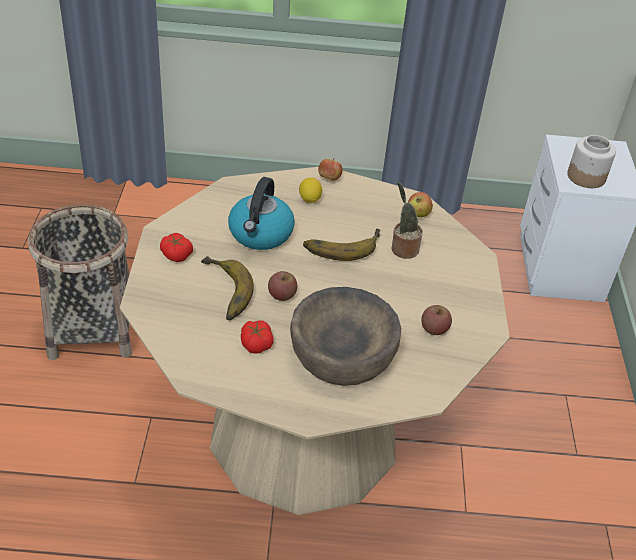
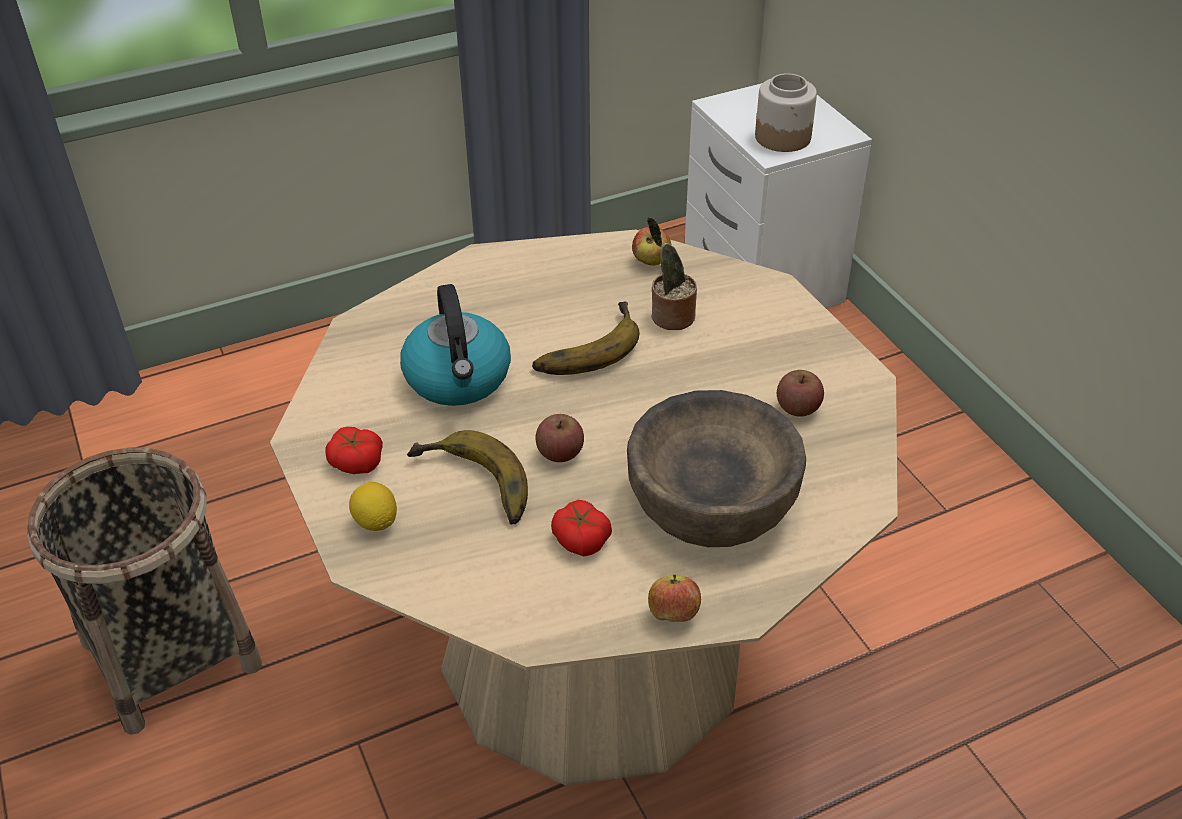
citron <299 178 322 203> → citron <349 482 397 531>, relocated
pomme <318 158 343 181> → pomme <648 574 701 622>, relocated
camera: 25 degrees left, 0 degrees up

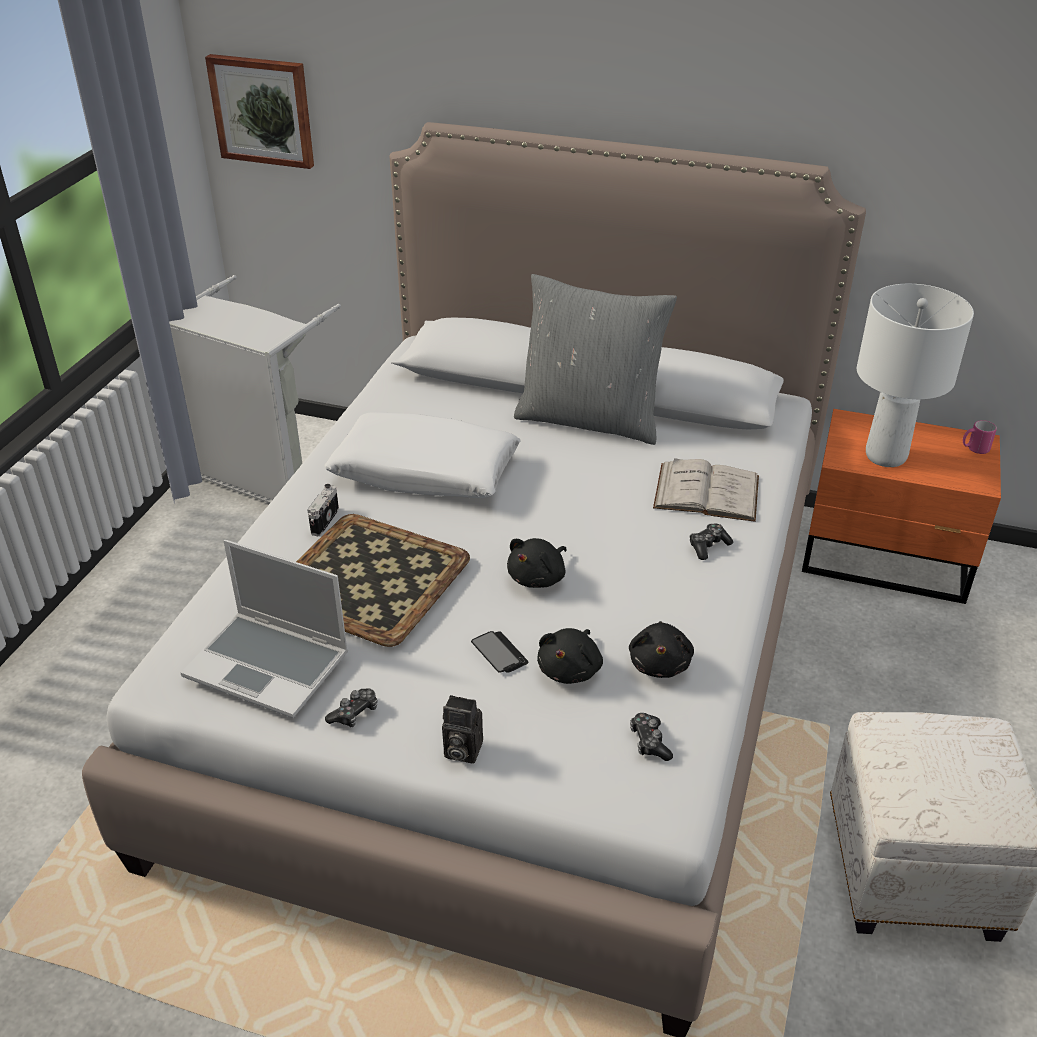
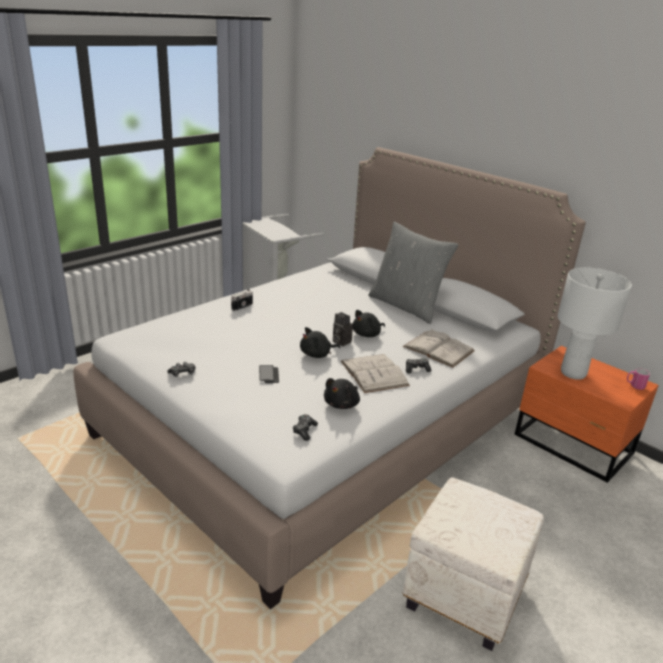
appareil photo <442 695 483 764> → appareil photo <333 312 353 346>, relocated
- → livre (blanc) <341 354 410 393>
peluche (noir) <537 628 603 684> → peluche (noir) <353 310 385 337>, relocated
ordinateur portable <181 540 348 718> → -
tableau <205 54 314 169> → -
plateau <296 514 470 647> → -
coussin (blanc) <324 412 521 498> → -
camera: 25 degrees right, 10 degrees down

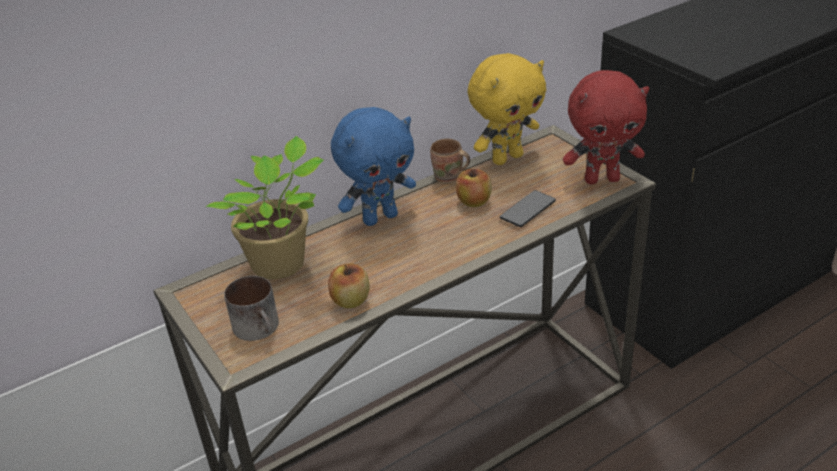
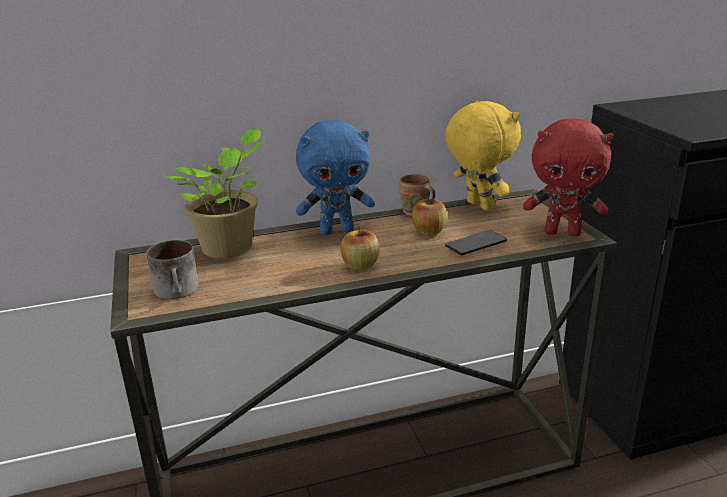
pomme <328 264 370 308> → pomme <341 227 379 270>, relocated
peluche (jaune) <468 53 546 165> → peluche (jaune) <445 101 521 211>, 105 degrees counterclockwise
camera: 15 degrees right, 10 degrees down

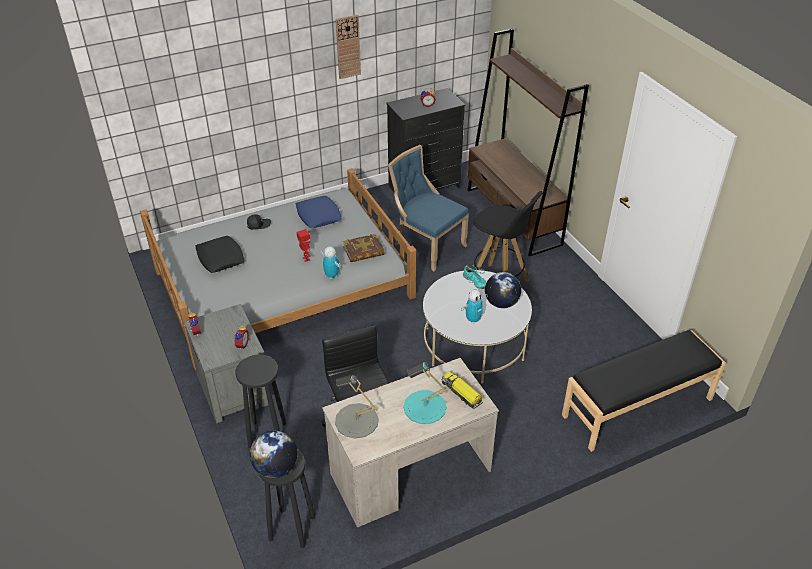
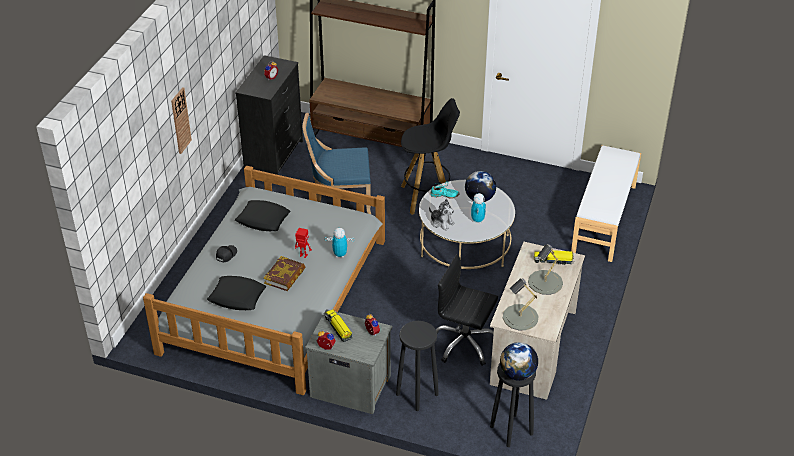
horloge murale <336 15 361 79> → horloge murale <171 87 192 154>, relocated
coussin (bleu) <296 196 342 228> → coussin (noir) <235 200 290 231>
livre <343 234 385 262> → livre <264 256 305 291>, relocated
- → camion jouet <325 309 352 342>
- → peluche <429 199 455 231>
lampe de table (turquoise) <403 361 447 424> → lampe de table (gris) <528 244 563 295>
banc (noir) <562 330 726 452> → banc (blanc) <571 145 641 262>
camera: 45 degrees left, 0 degrees up

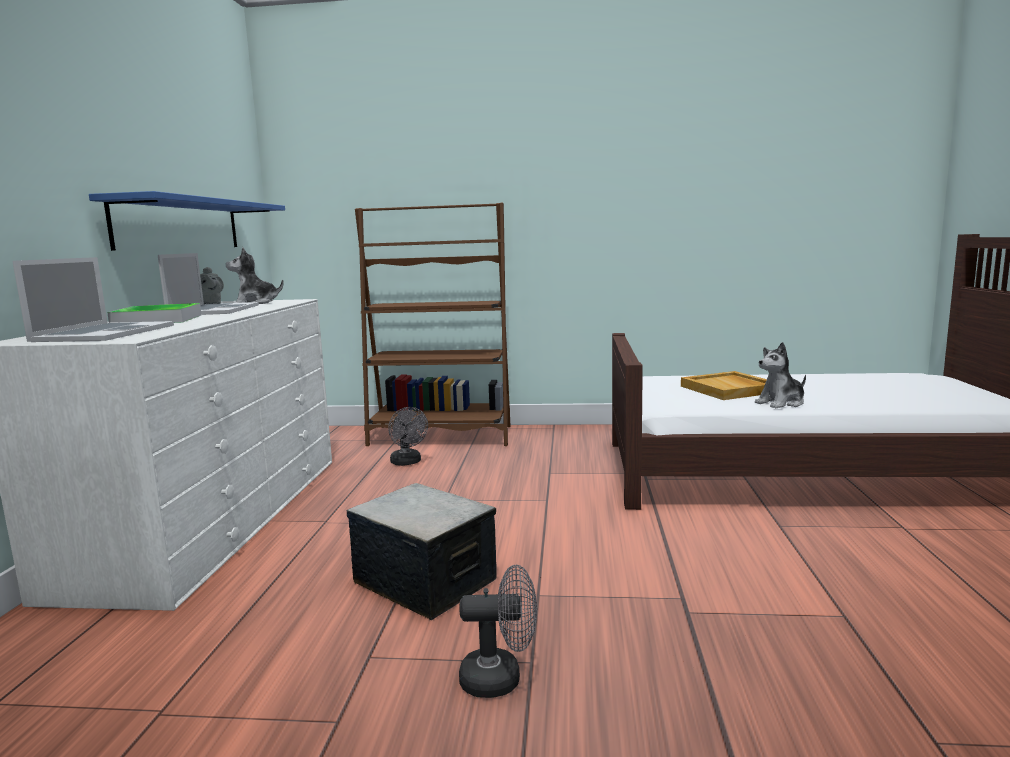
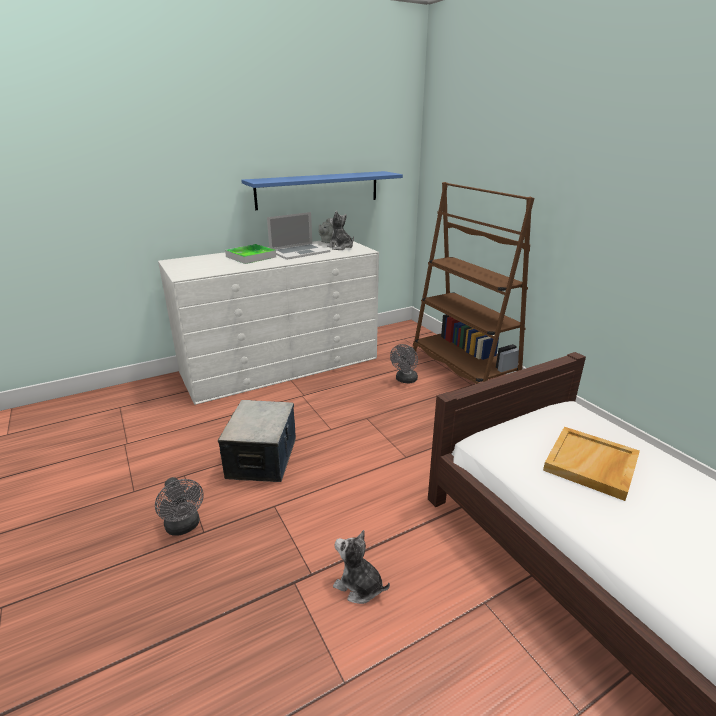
peluche <755 342 806 408> → peluche <333 530 390 604>, relocated
ordinateur portable <13 257 174 342> → -
camera: 55 degrees right, 15 degrees up

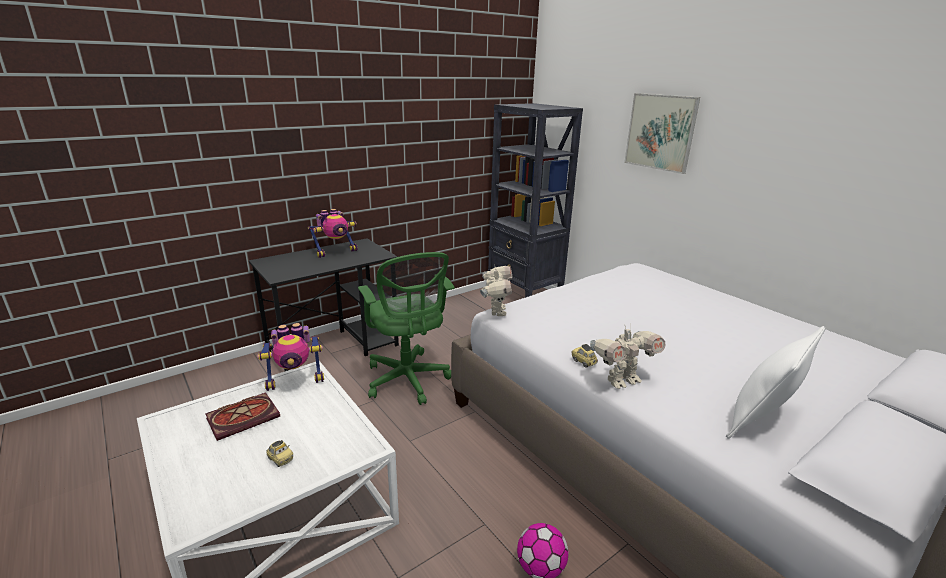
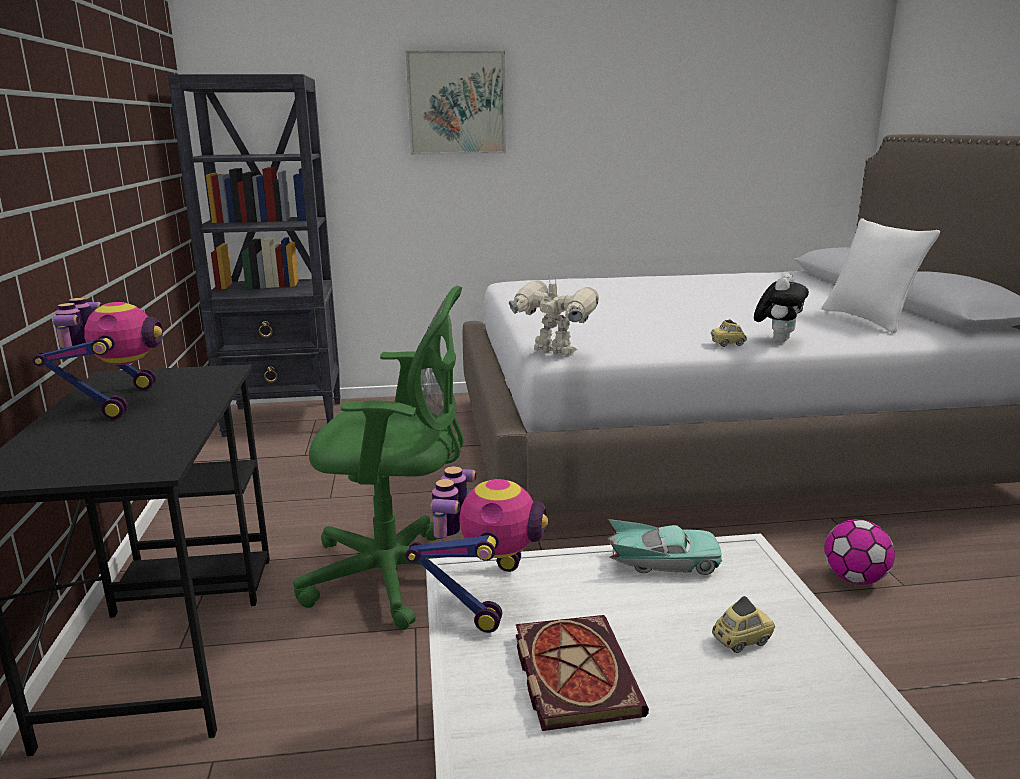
- → petite voiture (turquoise) <607 519 722 575>
robot jouet <590 323 666 389> → peluche <754 274 809 342>
camera: 60 degrees left, 5 degrees down

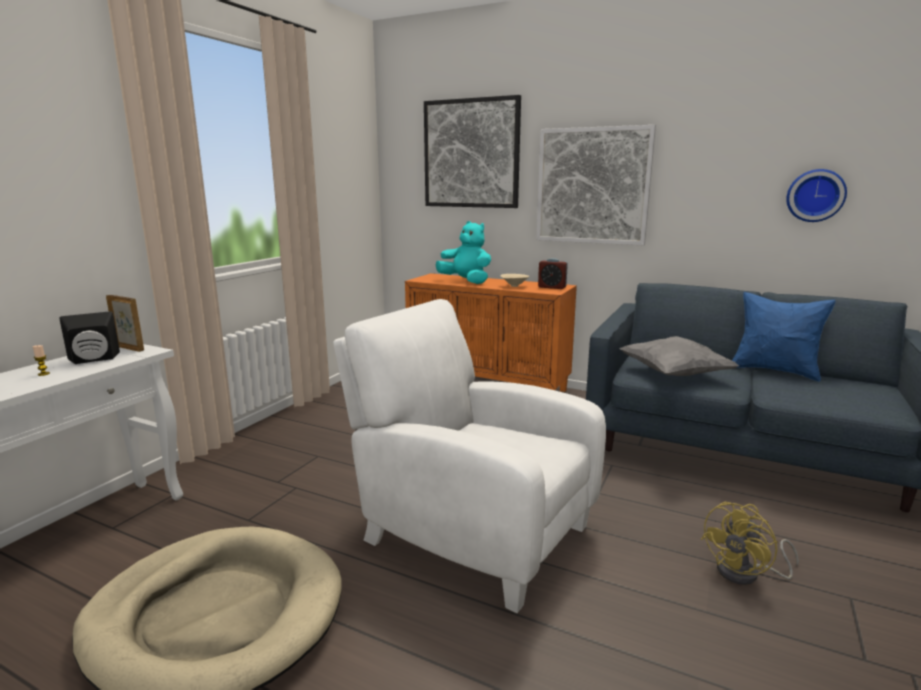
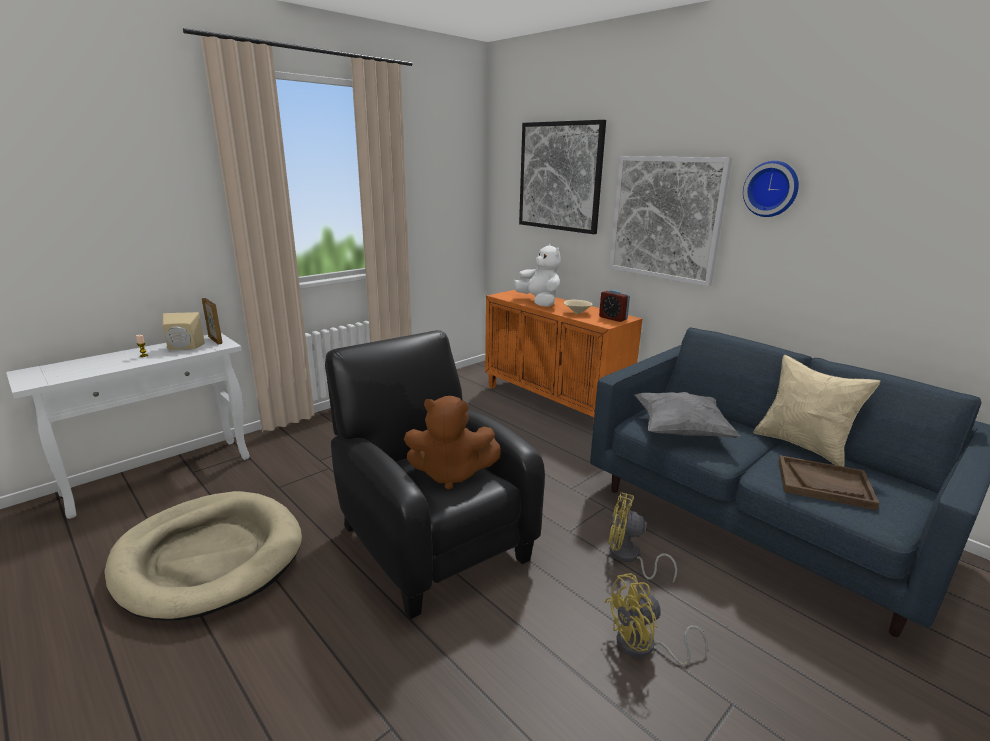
enceinte (noir) <59 311 120 364> → enceinte (beige) <162 312 205 350>
fauteuil (blanc) <333 299 606 613> → fauteuil (noir) <325 330 545 619>
- → peluche (marron) <404 396 501 490>
peluche (turquoise) <436 221 491 284> → peluche (blanc) <513 244 561 307>
- → ventilateur (jaune) <608 492 677 582>
horloge murale <786 169 847 222> → horloge murale <743 161 799 217>, relocated
coussin (bleu) <732 292 836 382> → coussin (beige) <753 355 881 467>
- → plateau (marron) <778 455 879 510>
camera: 20 degrees right, 5 degrees up

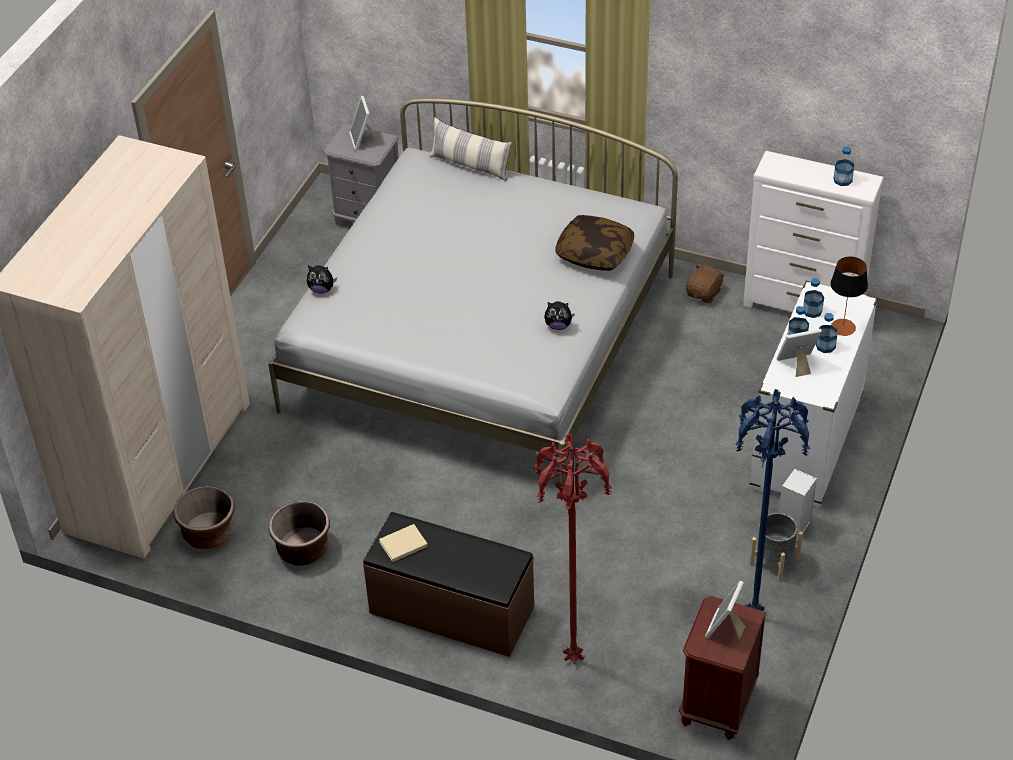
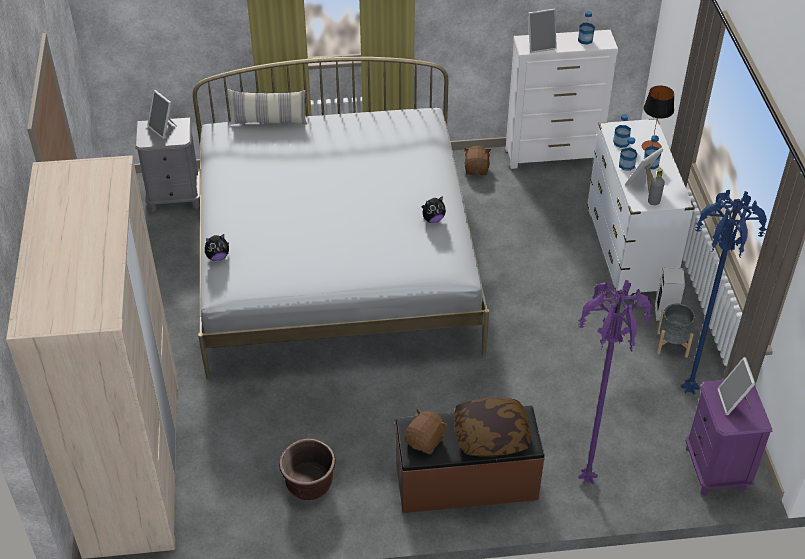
livre (beige) <379 524 428 562> → peluche (marron) <405 409 447 454>
coussin <555 215 634 271> → coussin <454 398 531 457>, relocated
- → cadre photo <528 9 557 53>
lampadaire (rouge) <535 434 612 665> → lampadaire (violet) <578 279 652 484>
- → bouteille (gris) <648 169 665 205>
table de chevet (marron) <679 596 766 740> → table de chevet (violet) <685 380 772 496>
cache-pot (marron) <174 486 235 549> → -
camera: 30 degrees left, 0 degrees up

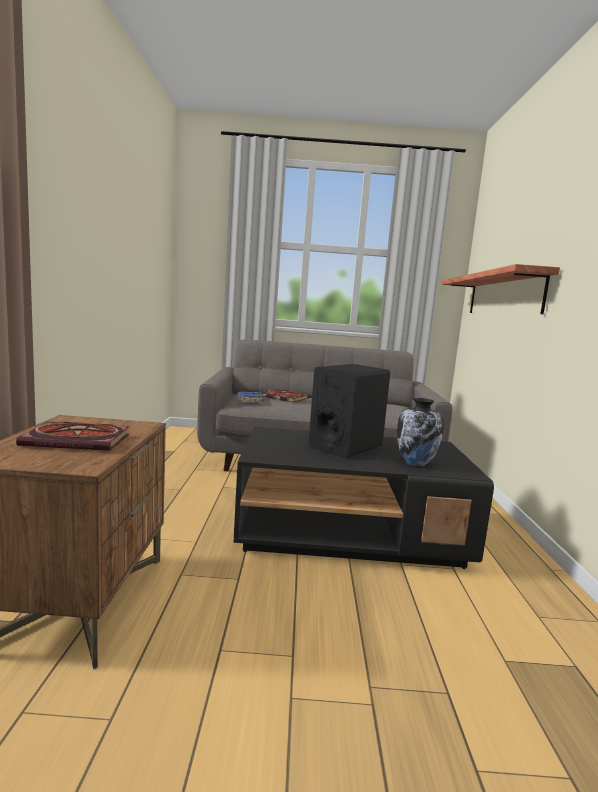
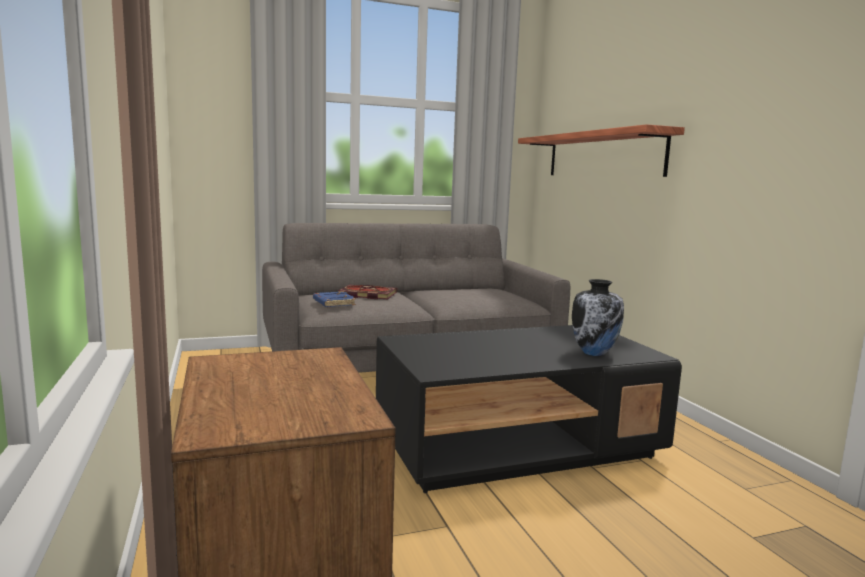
livre <16 422 129 451> → -
enceinte (noir) <308 364 390 458> → -
camera: 20 degrees left, 0 degrees up

